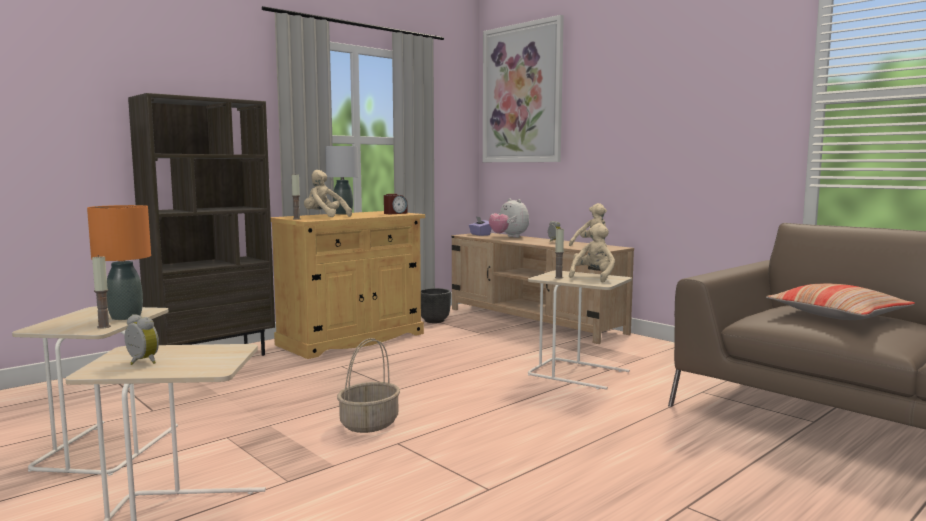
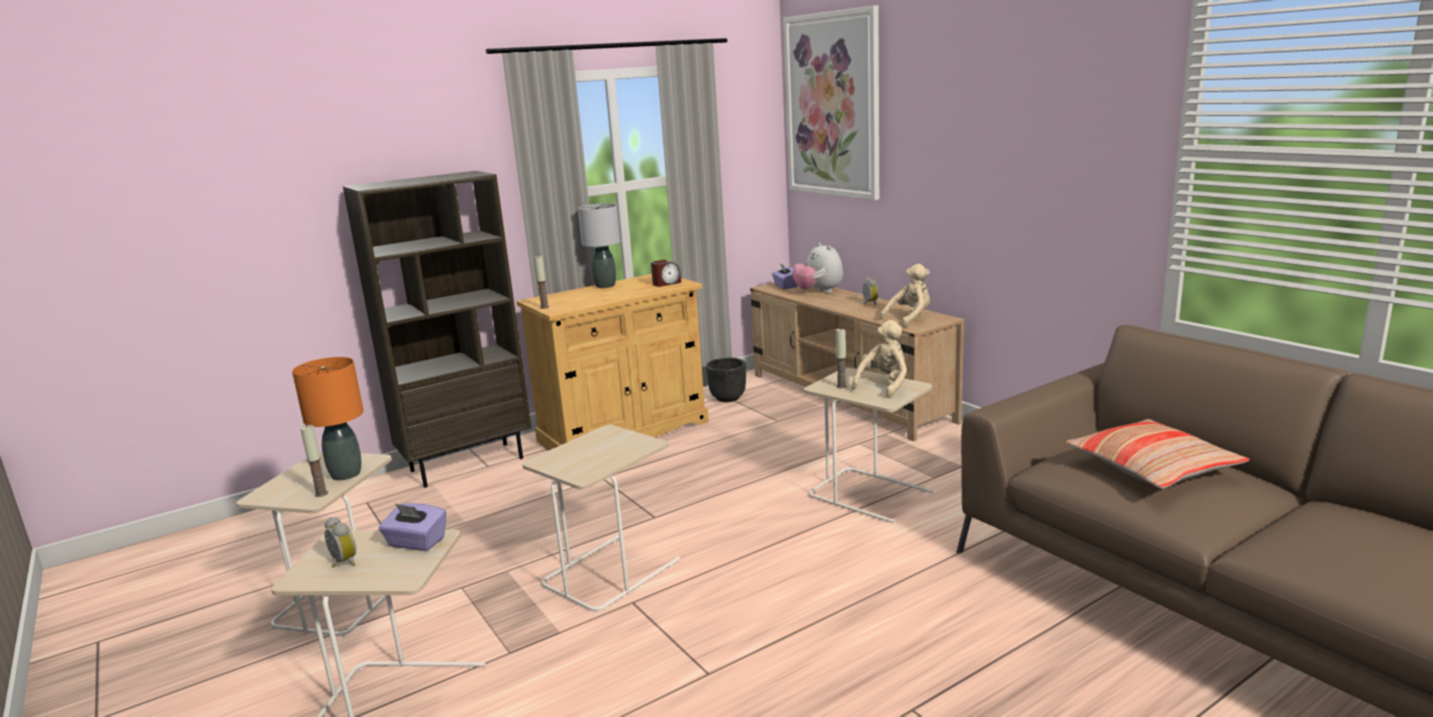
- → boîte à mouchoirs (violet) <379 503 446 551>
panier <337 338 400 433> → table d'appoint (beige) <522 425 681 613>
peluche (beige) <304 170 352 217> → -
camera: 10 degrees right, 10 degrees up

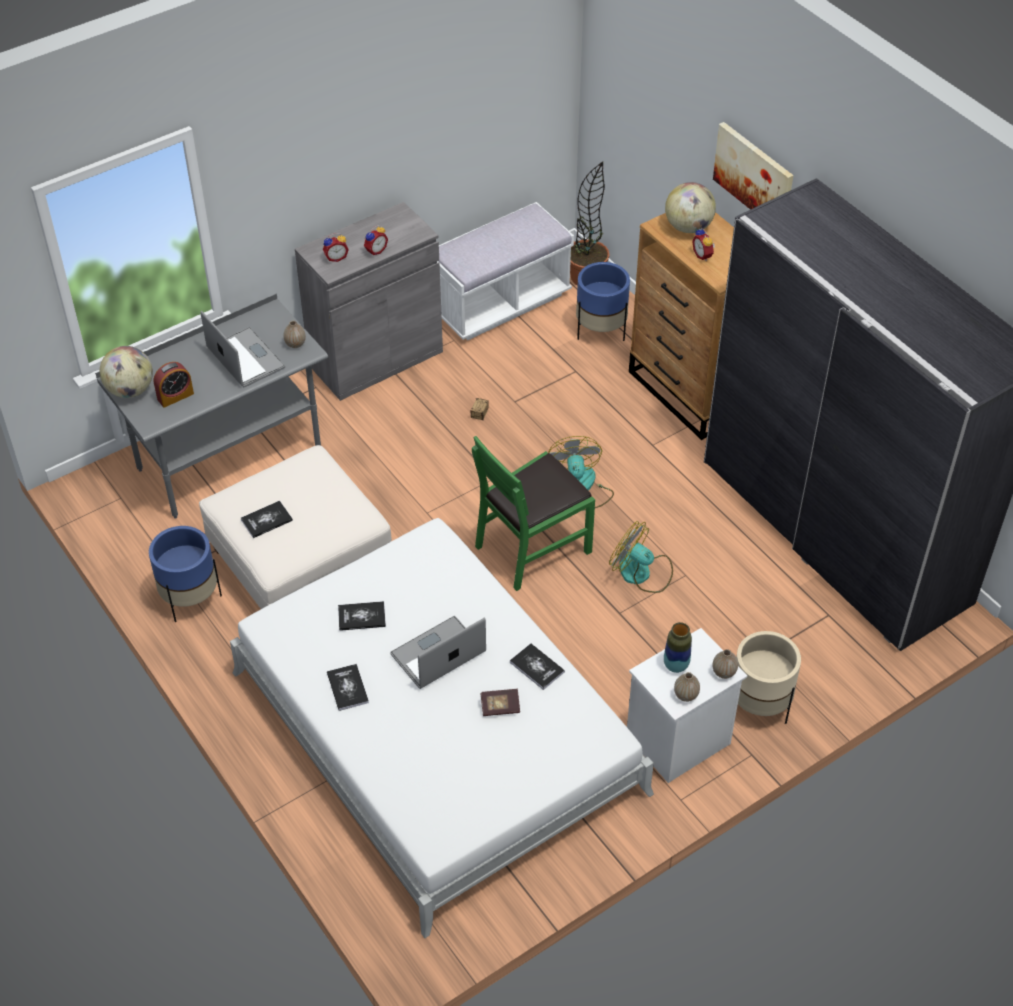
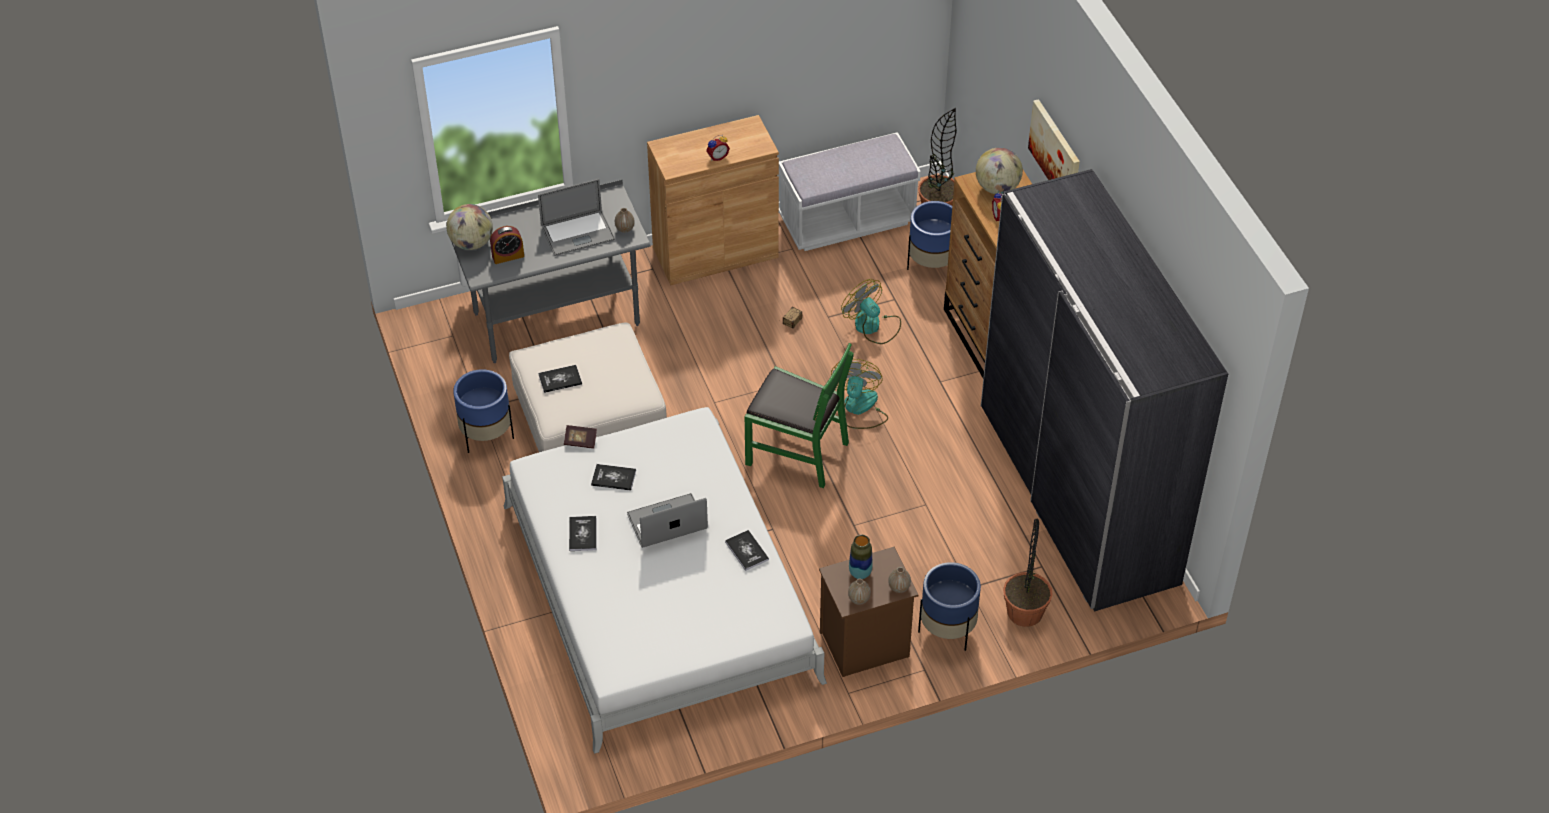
ordinateur portable <201 311 285 387> → ordinateur portable <538 179 615 256>, 90 degrees clockwise
livre <480 689 520 716> → livre <564 425 597 449>, relocated
meuble de rangement (gris) <295 202 443 401> → meuble de rangement (marron) <647 115 779 285>
chaise (vert) <472 436 595 591> → chaise (vert) <745 343 854 488>, 135 degrees counterclockwise
table de chevet (blanc) <627 628 747 783> → table de chevet (marron) <819 547 919 677>
ventilateur <609 521 673 593> → ventilateur <841 279 901 344>, relocated
cache-pot (beige) <736 631 801 724> → cache-pot (bleu) <918 562 981 651>
- → plante en pot <1003 518 1053 627>
réveil <323 233 349 262> → -
camera: 15 degrees right, 0 degrees up

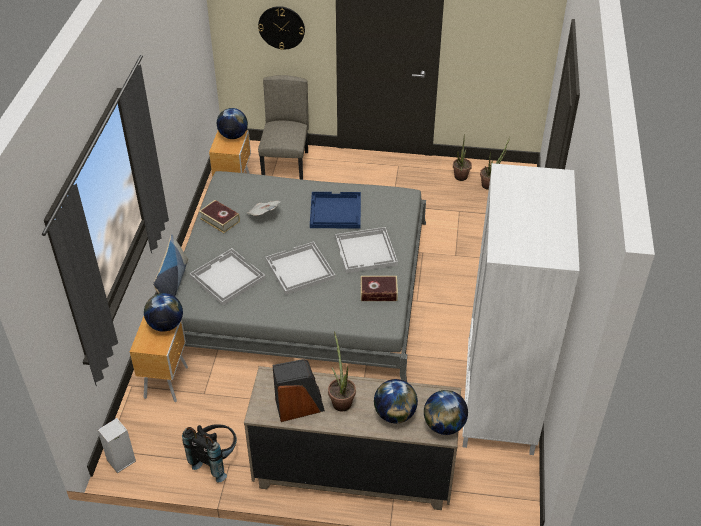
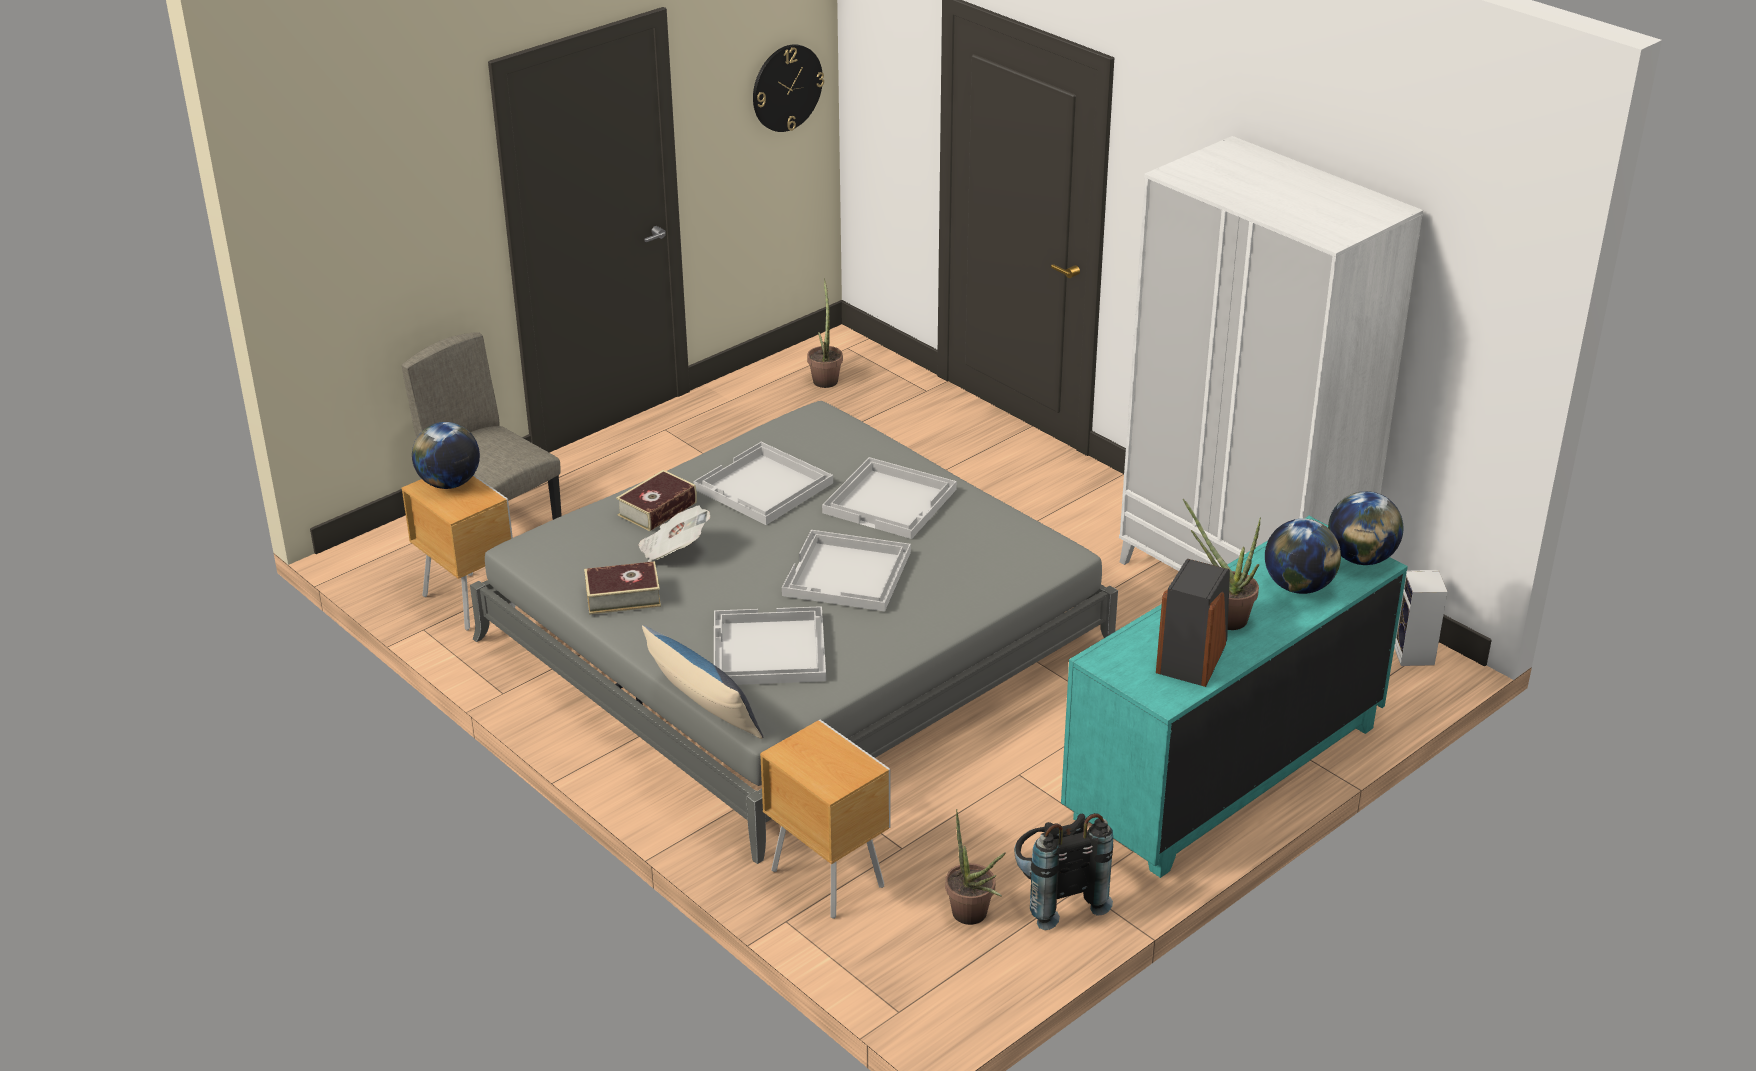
livre <361 276 398 301> → livre <616 470 697 531>, relocated
plateau (bleu) <310 192 361 229> → plateau (blanc) <693 442 833 525>
horloge murale <258 6 305 50> → horloge murale <753 44 824 132>, relocated
plante en pot <453 134 472 181> → plante en pot <945 809 1006 925>, relocated
commode (beige) <244 366 461 510> → commode (turquoise) <1061 516 1408 878>
enceinte <98 418 136 473> → enceinte <1394 570 1447 666>, relocated
globe <144 293 183 332> → -
camera: 50 degrees left, 10 degrees down

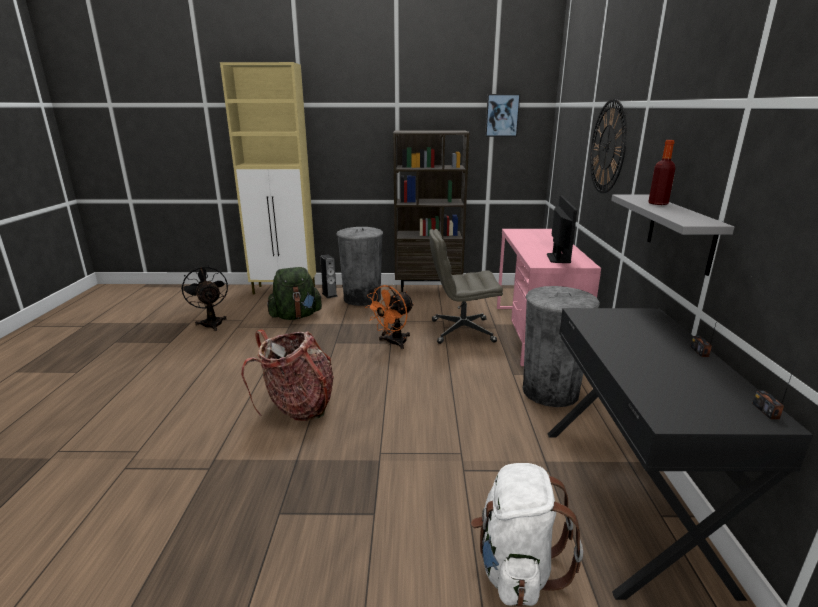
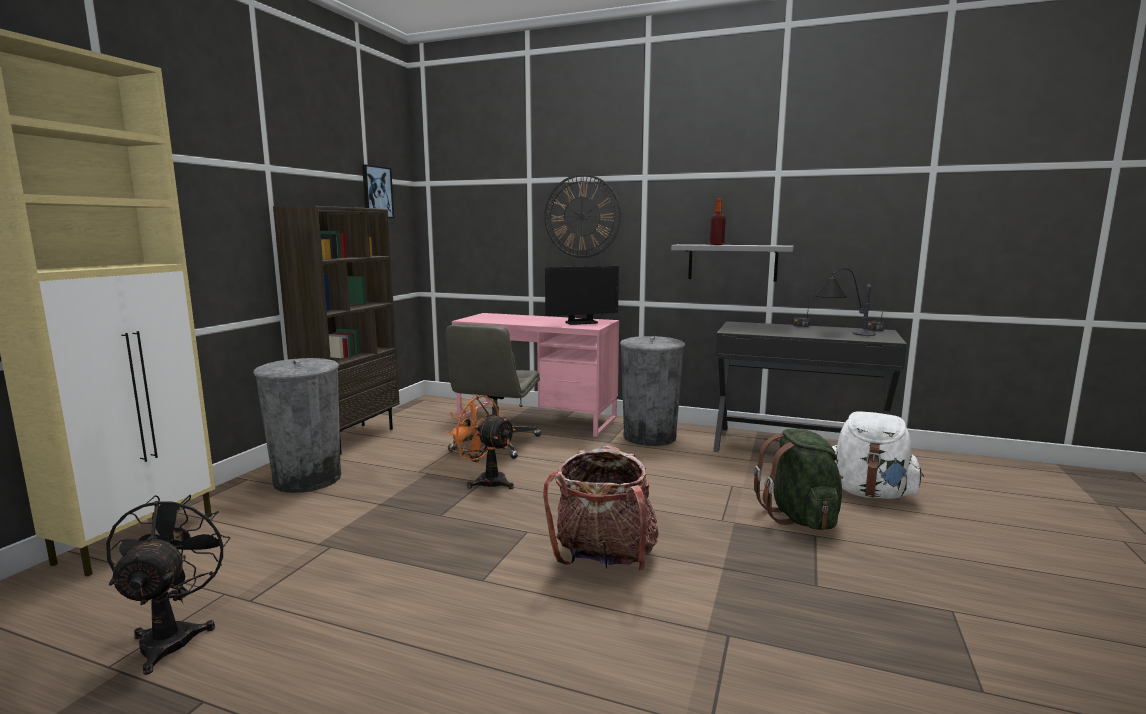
ventilateur (noir) <181 266 228 331> → ventilateur (noir) <106 495 230 675>, 90 degrees clockwise
ventilateur (orange) <365 285 414 349> → ventilateur (orange) <446 394 516 489>, 150 degrees clockwise
écran d'ordinateur <547 195 577 263> → écran d'ordinateur <545 266 619 325>, 135 degrees clockwise
sac à dos (vert) <267 267 322 320> → sac à dos (vert) <754 428 843 530>, relocated
- → lampe de table <815 268 876 336>
enceinte <320 255 338 298> → -
camera: 70 degrees left, 10 degrees down

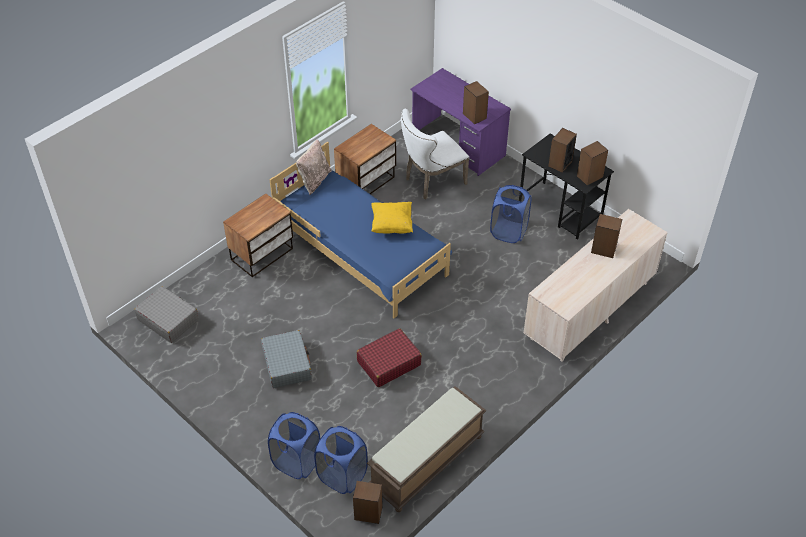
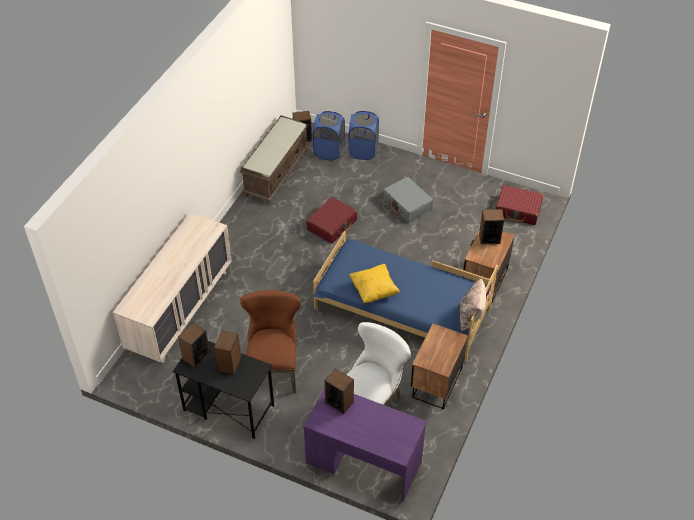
panier à linge (bleu) <490 185 531 243> → chaise (marron) <240 290 301 393>
enceinte <591 214 622 258> → enceinte <479 209 504 244>, relocated
valise (gris) <134 286 199 343> → valise (rouge) <496 185 543 225>
camera: 160 degrees right, 0 degrees up

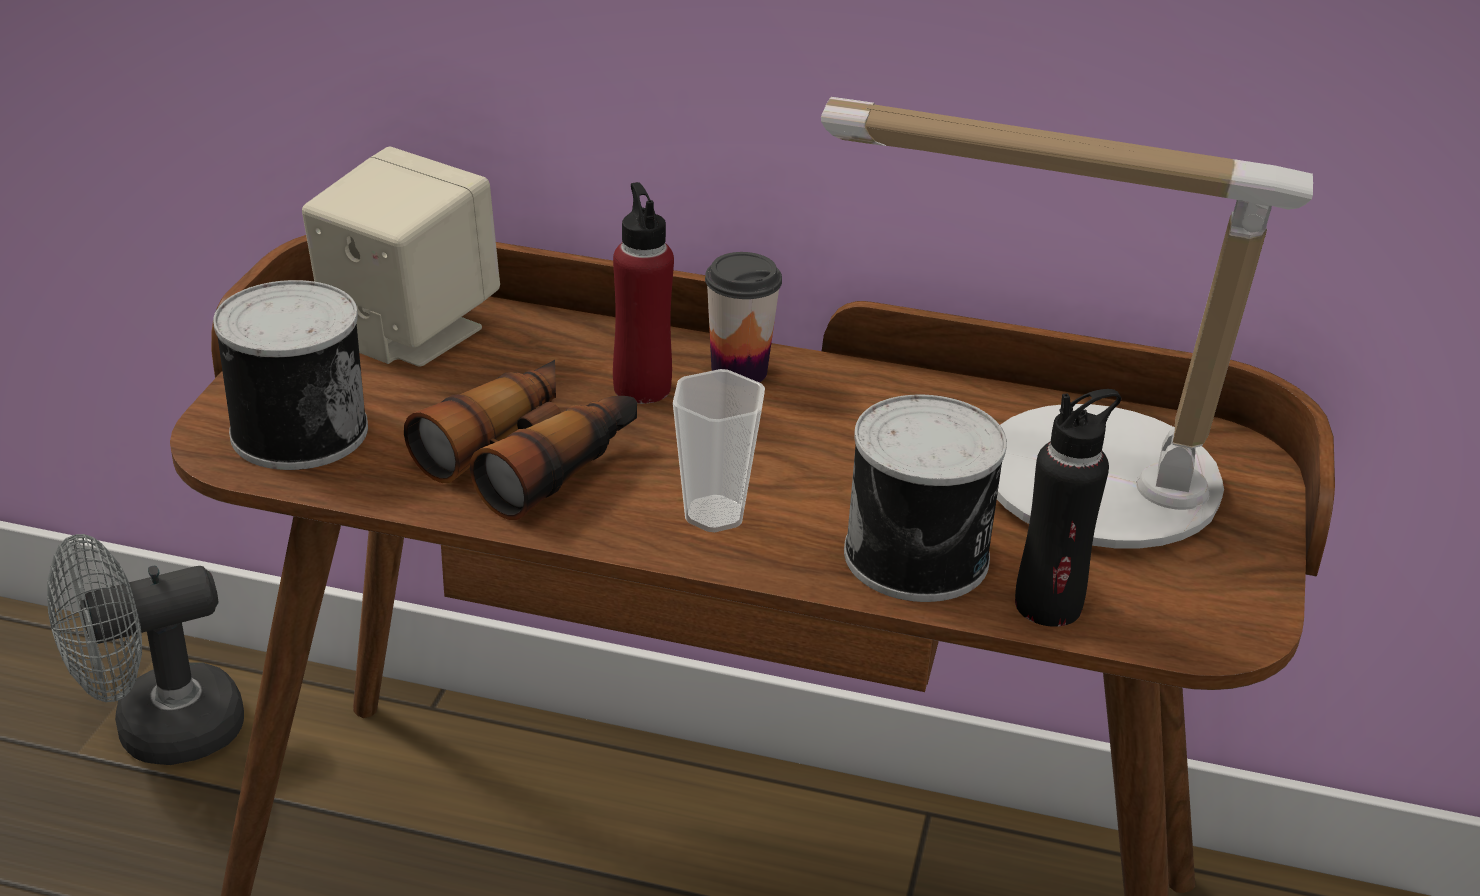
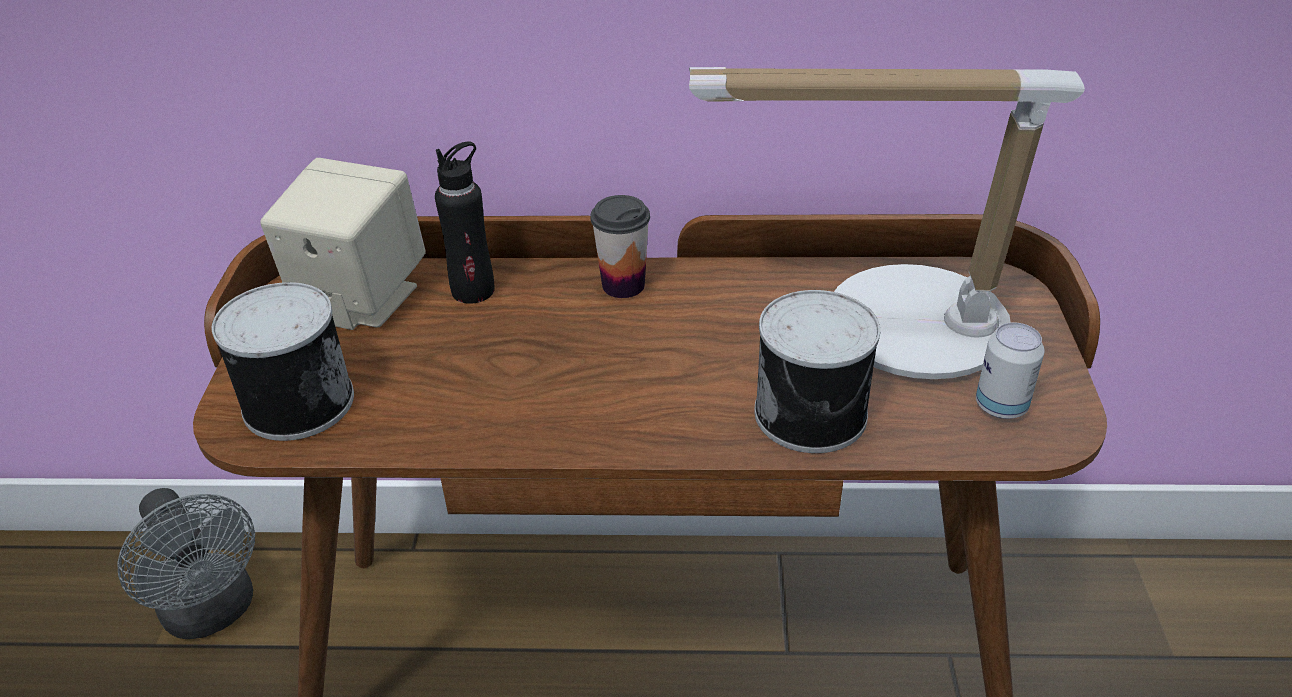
ventilateur (gris) <47 534 244 765> → ventilateur (gris) <117 488 255 639>, 90 degrees counterclockwise
bouteille (noir) <1015 389 1121 627> → bouteille (noir) <435 141 495 304>, relocated
- → boîte métallique <976 323 1045 419>
jumelles <404 360 637 520> → -
bouteille (rouge) <613 182 674 404> → -
tasse <673 369 765 532> → -
camera: 10 degrees left, 5 degrees up

